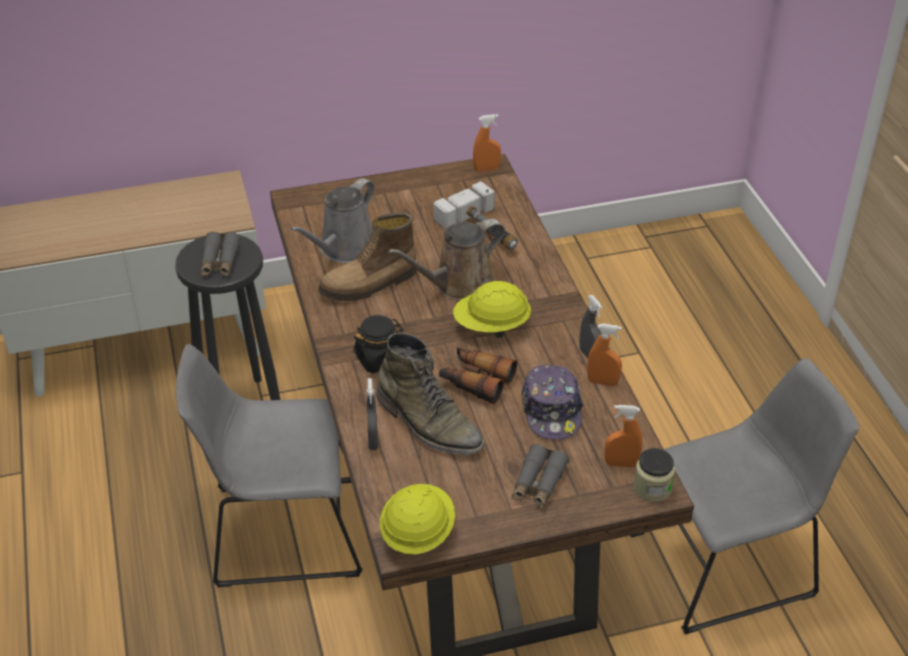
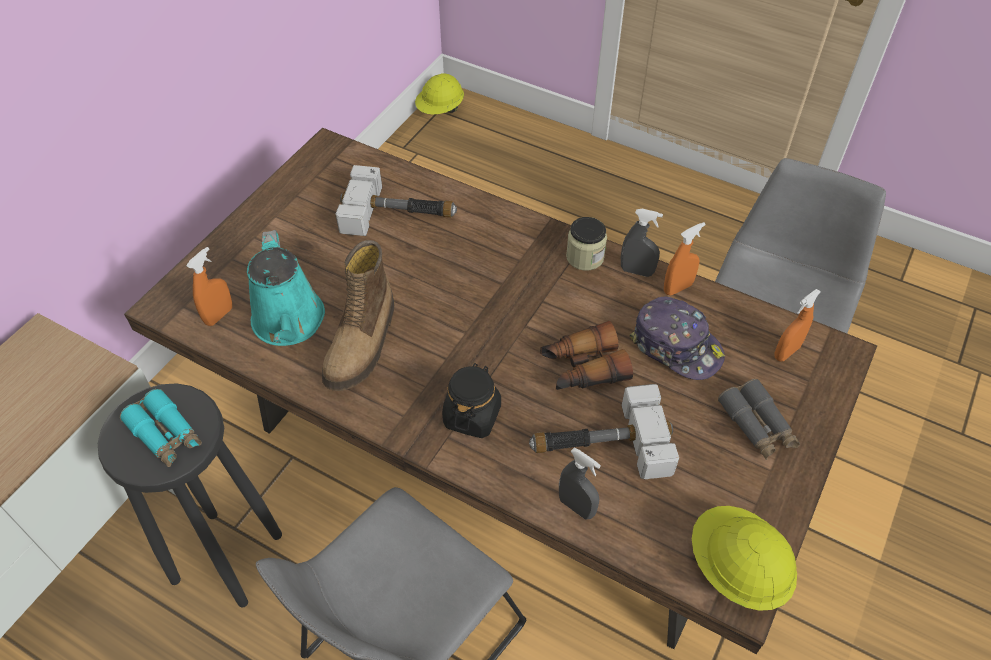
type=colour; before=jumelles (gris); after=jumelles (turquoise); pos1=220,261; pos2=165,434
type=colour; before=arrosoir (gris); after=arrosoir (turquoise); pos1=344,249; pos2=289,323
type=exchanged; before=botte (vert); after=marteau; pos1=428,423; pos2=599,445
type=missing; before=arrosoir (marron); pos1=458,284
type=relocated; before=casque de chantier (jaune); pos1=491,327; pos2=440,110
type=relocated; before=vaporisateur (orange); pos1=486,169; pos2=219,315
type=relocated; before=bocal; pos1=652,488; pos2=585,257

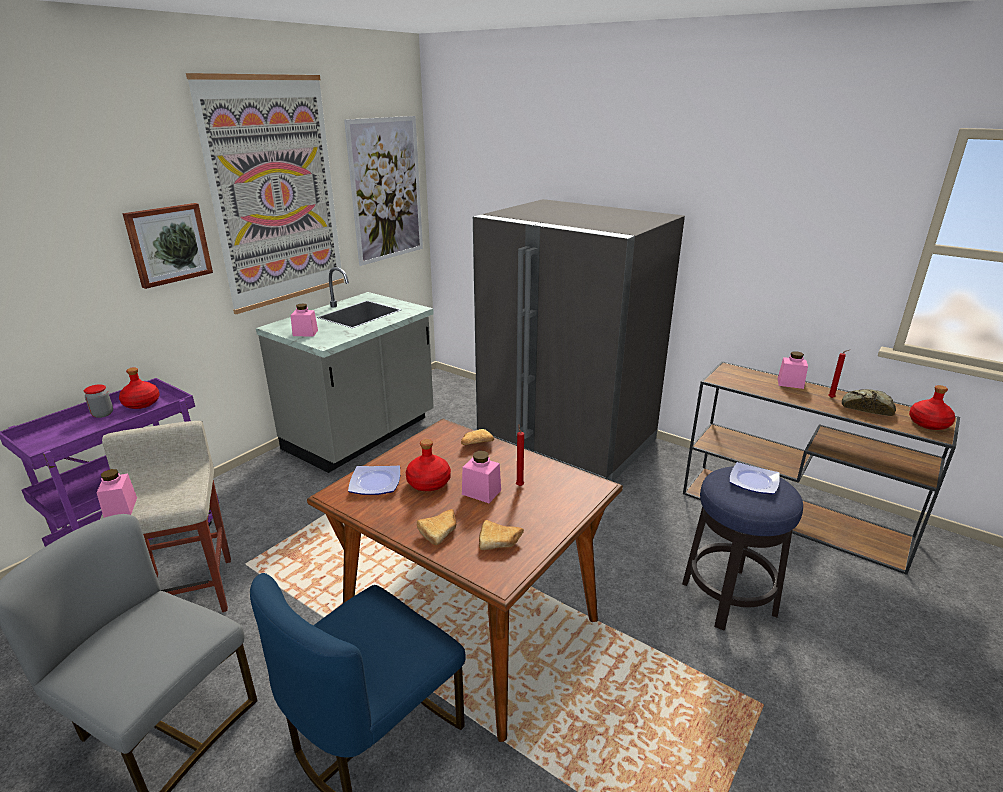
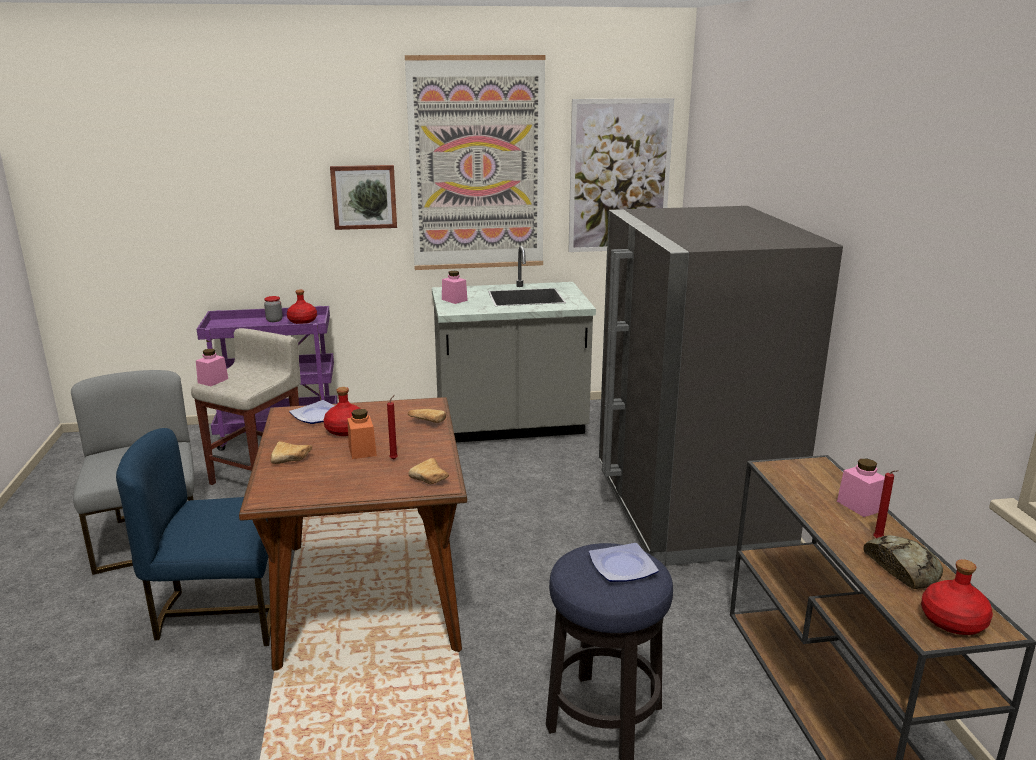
type=colour; before=bocal (rose); after=bocal (orange); pos1=481,492; pos2=362,451
type=relocated; before=pain; pos1=501,542; pos2=431,480

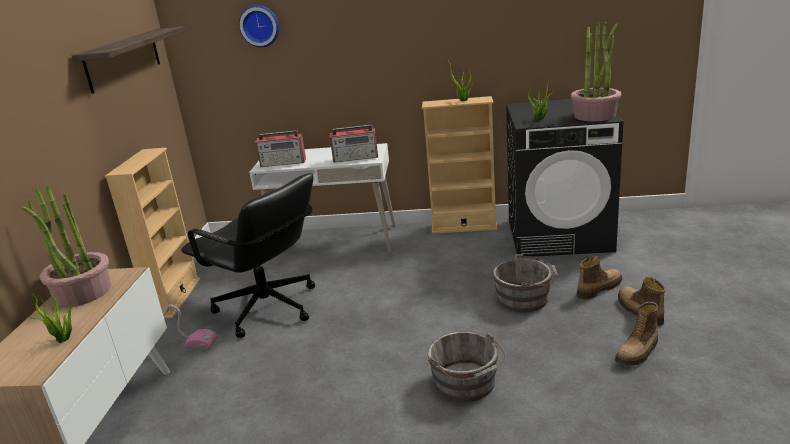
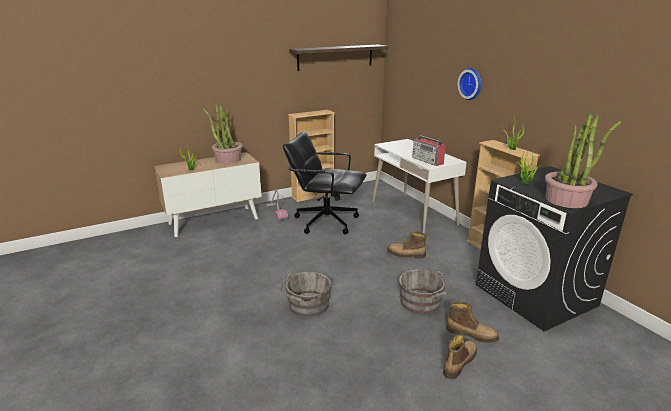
type=spun; before=chaise de bureau (noir); pos1=267,309; pos2=325,221; turn=105
type=relocated; before=horloge murale; pos1=260,25; pos2=471,83
type=missing; before=radio; pos1=284,163
type=relocated; before=botte; pos1=638,352; pos2=405,255

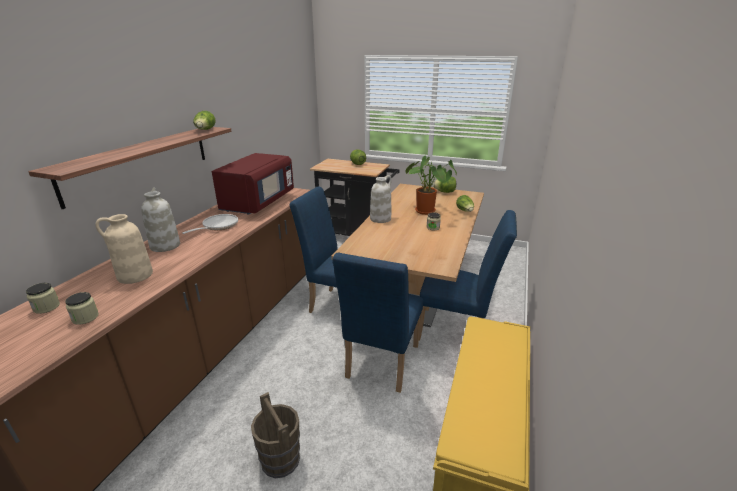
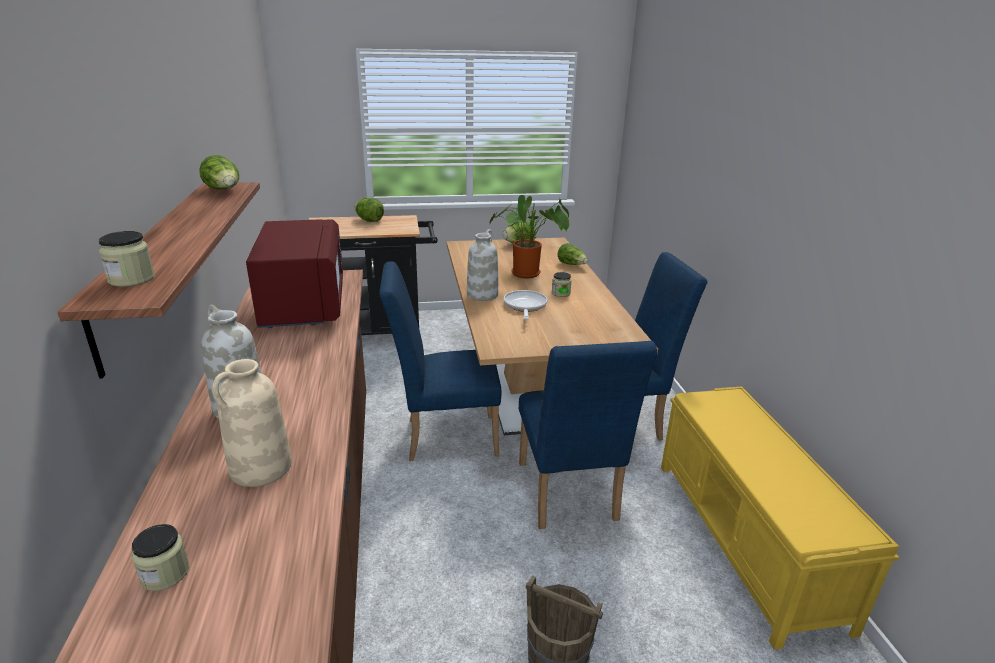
type=relocated; before=bocal; pos1=85,318; pos2=131,279
type=relocated; before=poêle; pos1=218,226; pos2=524,306

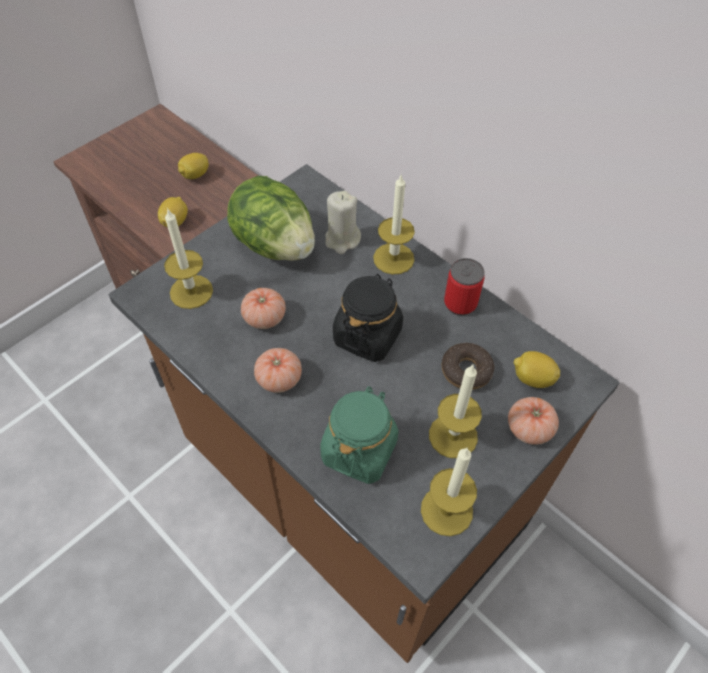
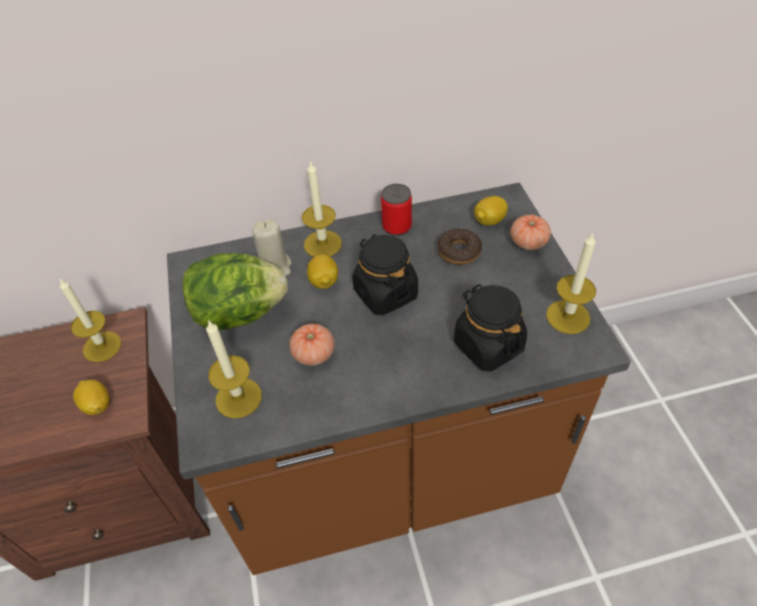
type=relocated; before=citron; pos1=195,175; pos2=324,281
type=missing; before=tomate; pos1=279,379
type=colour; before=bocal (vert); after=bocal (noir); pos1=359,450; pos2=488,345
type=relocated; before=bougie; pos1=453,436; pos2=102,346

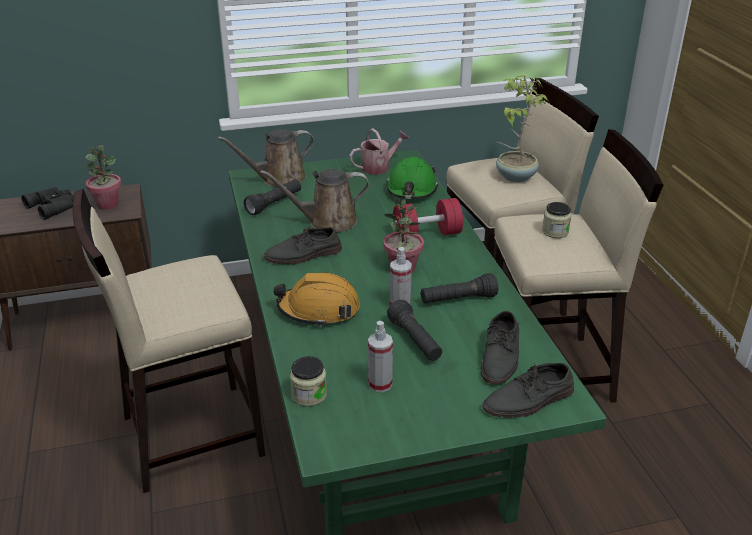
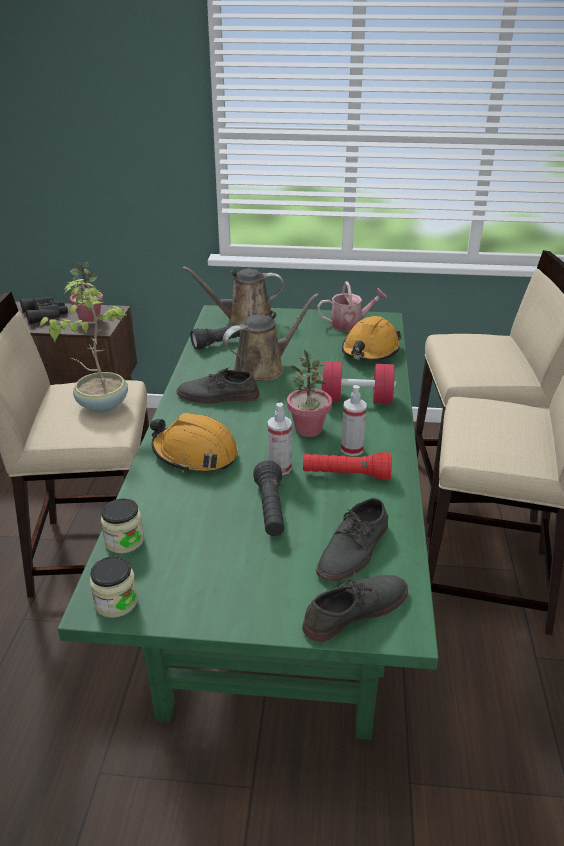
type=spun; before=arrosoir (marron); pos1=327,221; pos2=263,368; turn=135
type=relocated; before=vaporisateur; pos1=380,384; pos2=352,449
type=colour; before=casque de chantier (vert); after=casque de chantier (orange); pos1=411,190; pos2=370,351
type=colour; before=lampe de poche (noir); after=lampe de poche (rouge); pos1=458,300; pos2=346,475
type=spun; before=chaussure (gris); pos1=529,400; pos2=355,610; turn=150
type=relocated; before=plante en pot; pos1=514,176; pos2=102,404
type=relocated; before=bocal; pos1=555,232; pos2=116,602

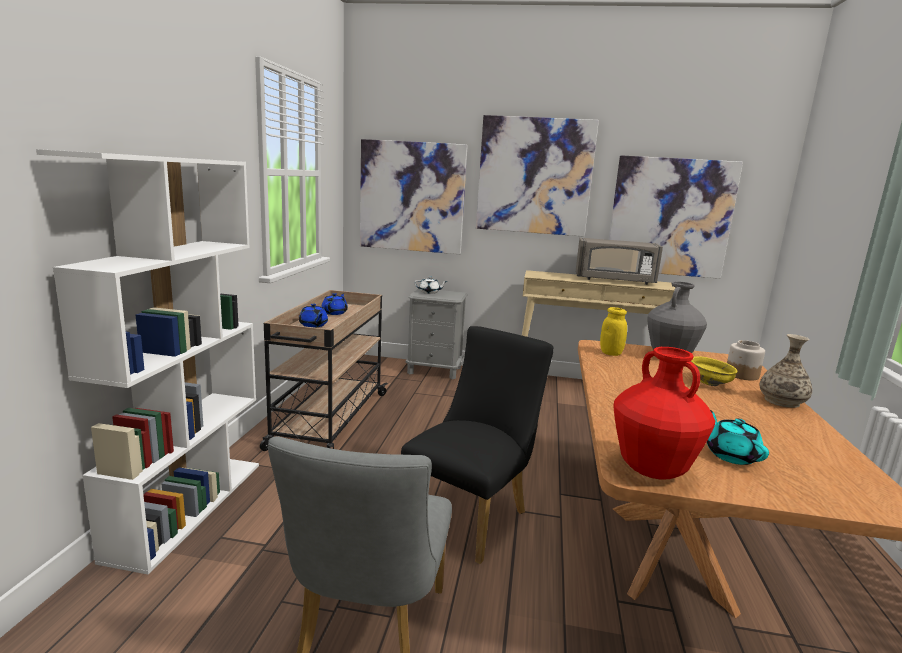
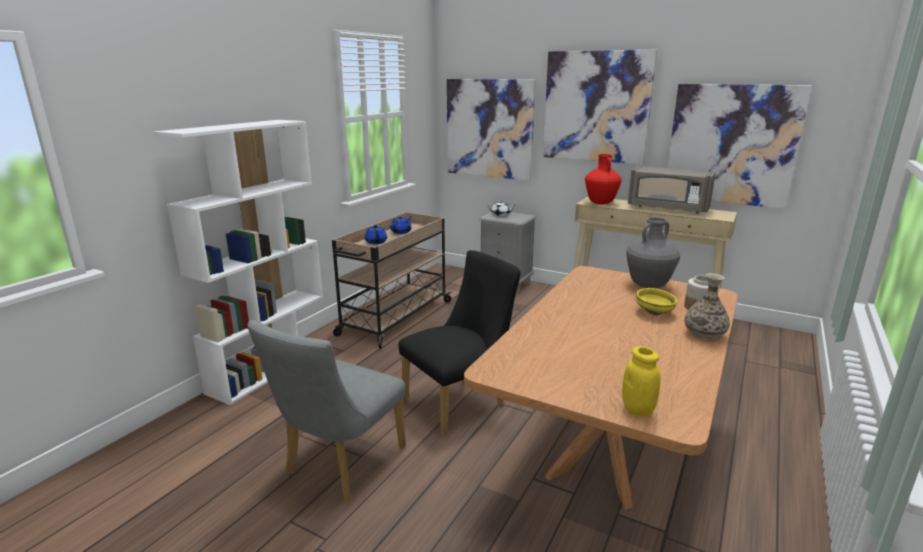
type=relocated; before=bocal (jaune); pos1=611,353; pos2=637,410
type=relocated; before=vase (rouge); pos1=653,471; pos2=601,203
type=missing; before=théière (turquoise); pos1=731,455

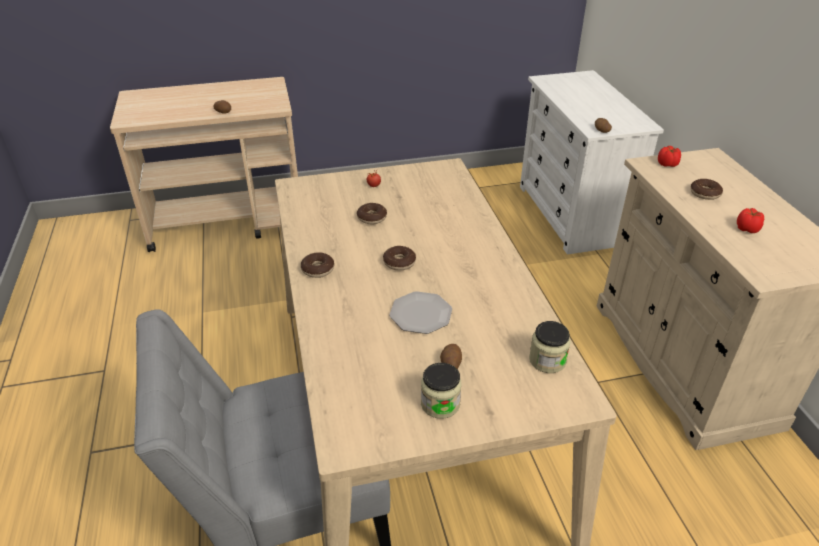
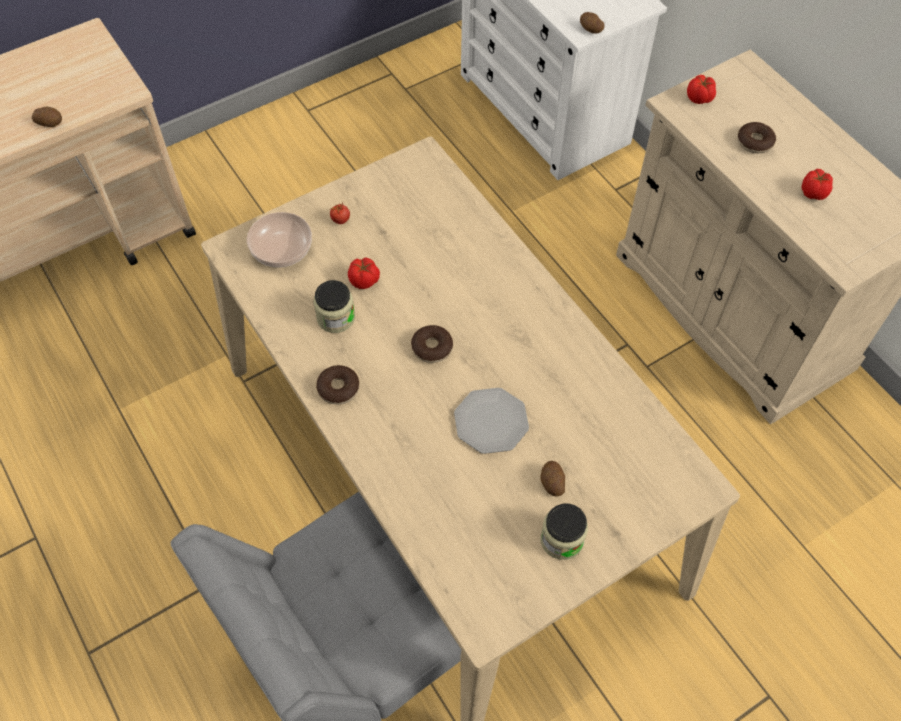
type=exchanged; before=beignet; after=tomate; pos1=372,218; pos2=364,280
type=relocated; before=bocal; pos1=547,360; pos2=336,318
type=appeared; after=bol; pos2=281,248

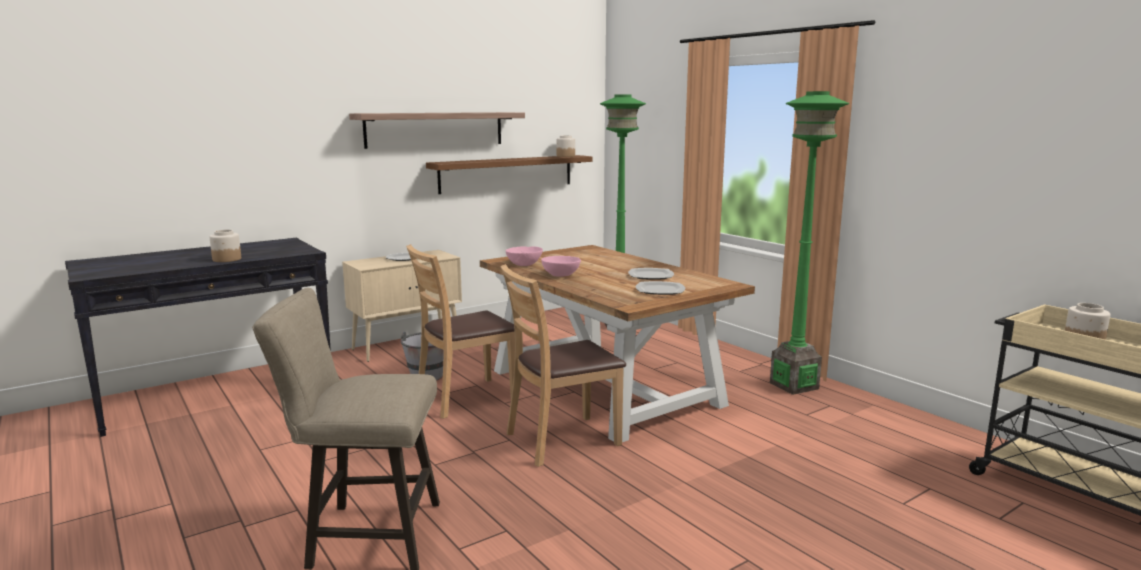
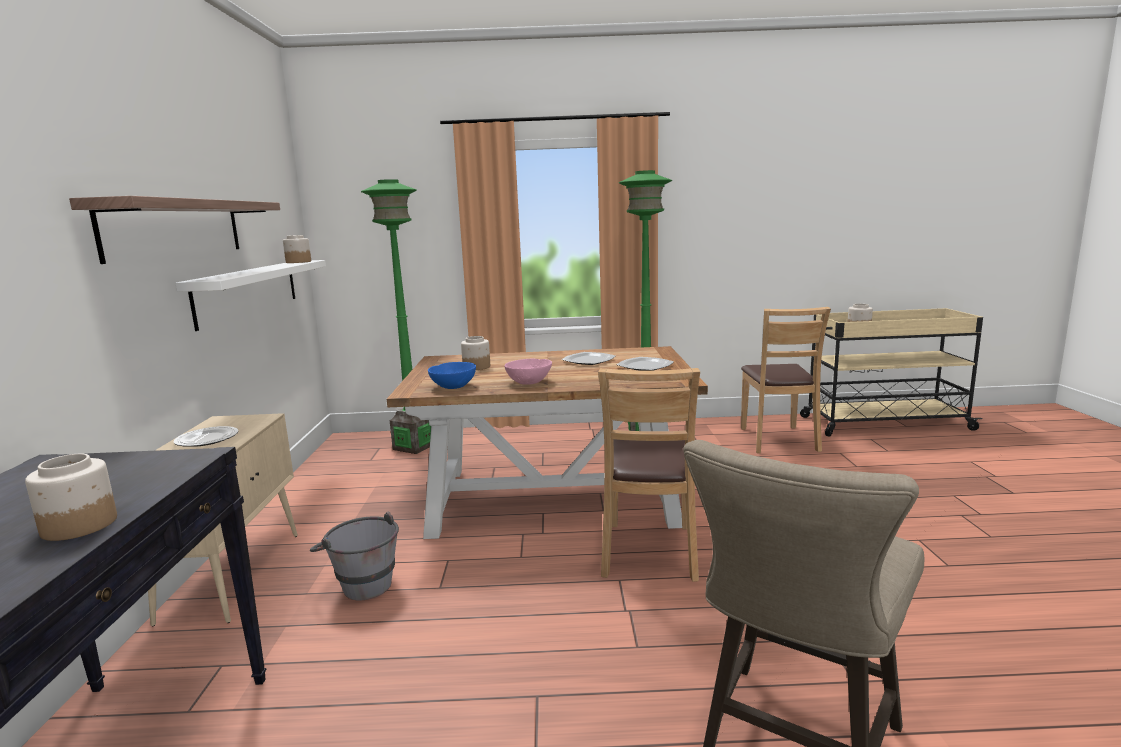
type=relocated; before=chaise (marron); pos1=465,397; pos2=778,440
type=colour; before=étagère (marron); after=étagère (blanc); pos1=507,173; pos2=249,291
type=colour; before=bol (rose); after=bol (bleu); pos1=524,264; pos2=453,386
type=appeared; after=bocal; pos2=476,367

